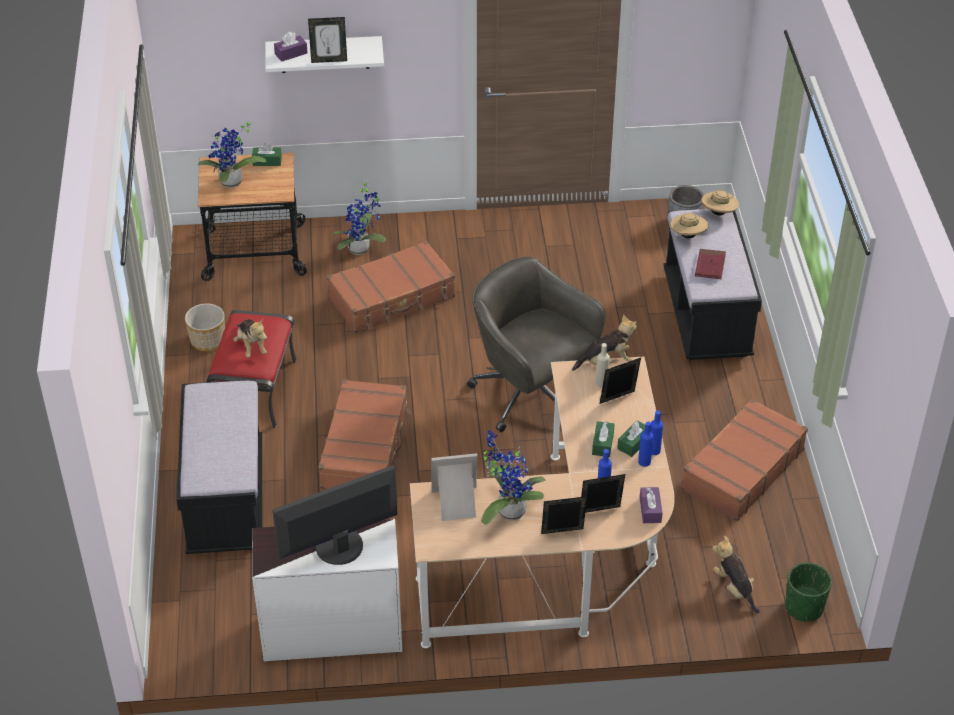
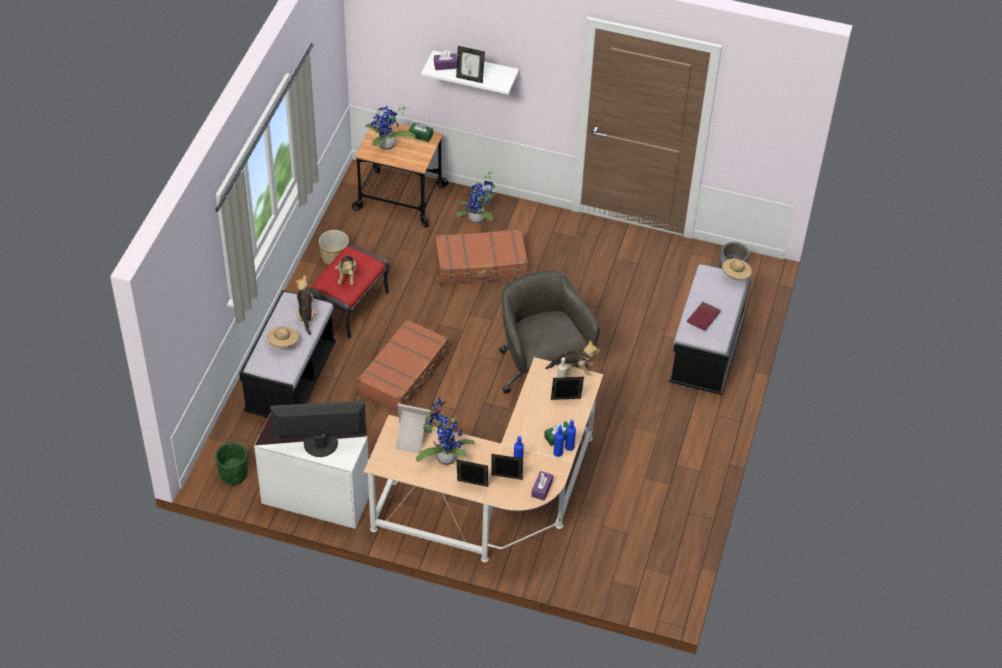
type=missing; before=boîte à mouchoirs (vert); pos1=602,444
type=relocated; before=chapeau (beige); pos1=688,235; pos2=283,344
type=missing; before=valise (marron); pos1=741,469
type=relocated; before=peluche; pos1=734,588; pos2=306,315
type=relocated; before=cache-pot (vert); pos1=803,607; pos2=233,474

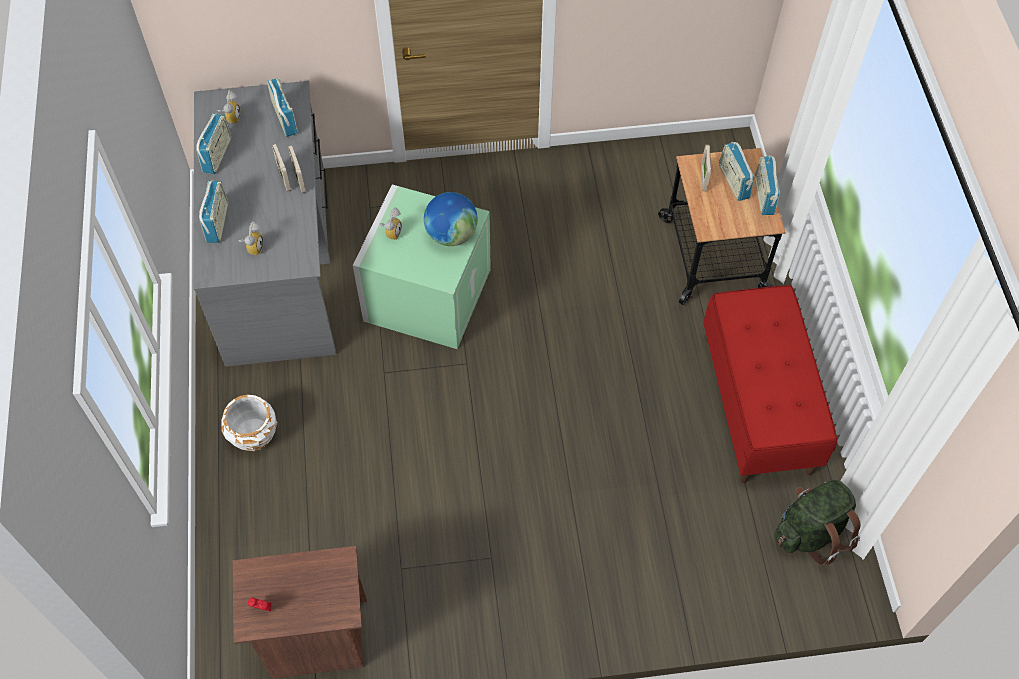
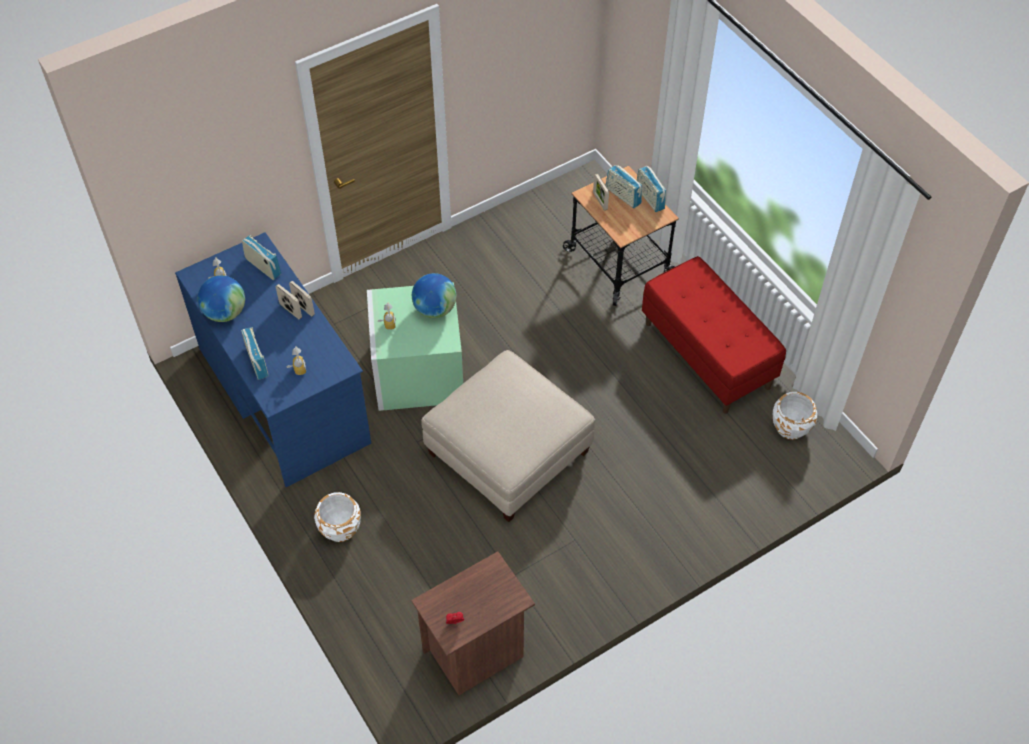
type=colour; before=bureau (gris); after=bureau (bleu); pos1=278,264; pos2=284,394
type=exchanged; before=radio; after=globe; pos1=217,154; pos2=225,312
type=exchanged; before=sac à dos (vert); after=cache-pot (blanc); pos1=811,532; pos2=790,427
type=appeared; after=pouf (beige); pos2=507,453

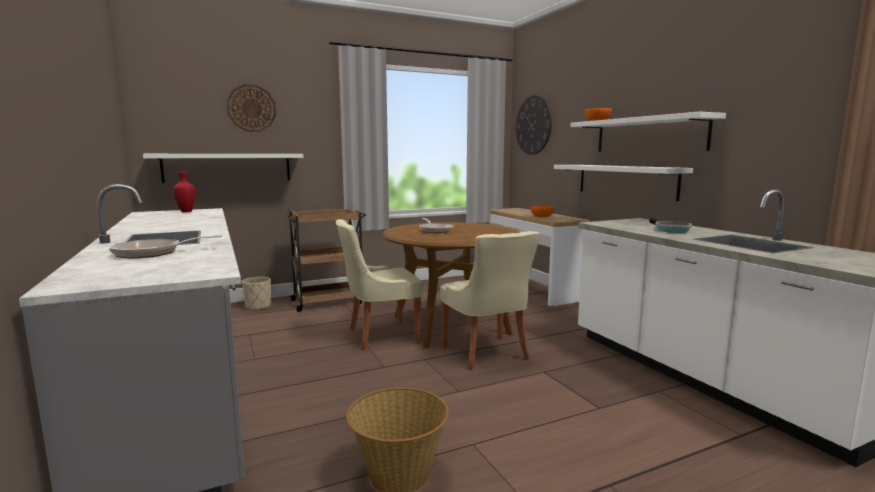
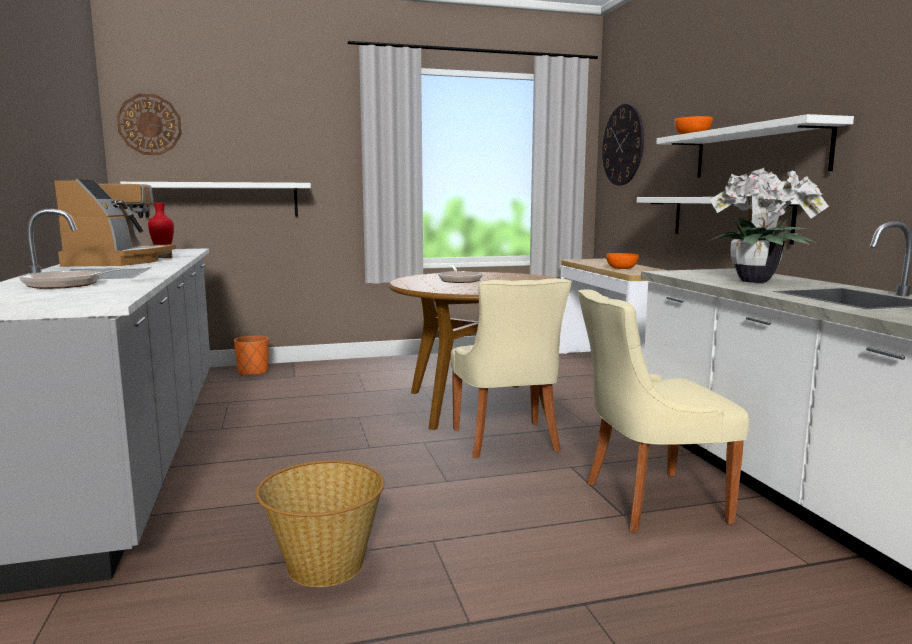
type=relocated; before=horloge murale; pos1=251,108; pos2=149,124
type=colour; before=cache-pot (beige); after=cache-pot (orange); pos1=258,307; pos2=253,372
type=missing; before=chariot (marron); pos1=328,302
type=relocated; before=chaise (beige); pos1=380,335; pos2=649,501
type=exchanged; before=poêle; after=plante en pot; pos1=670,230; pos2=758,281
type=appeared; after=machine à café; pos2=119,261

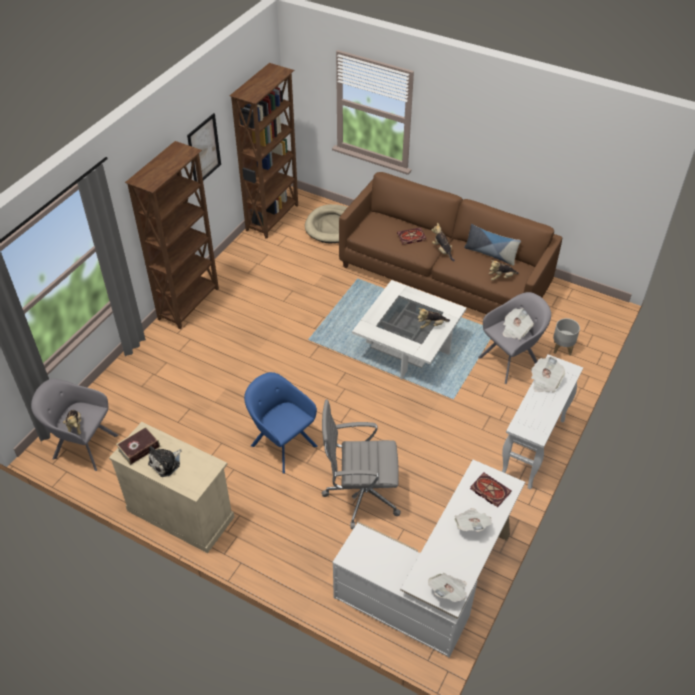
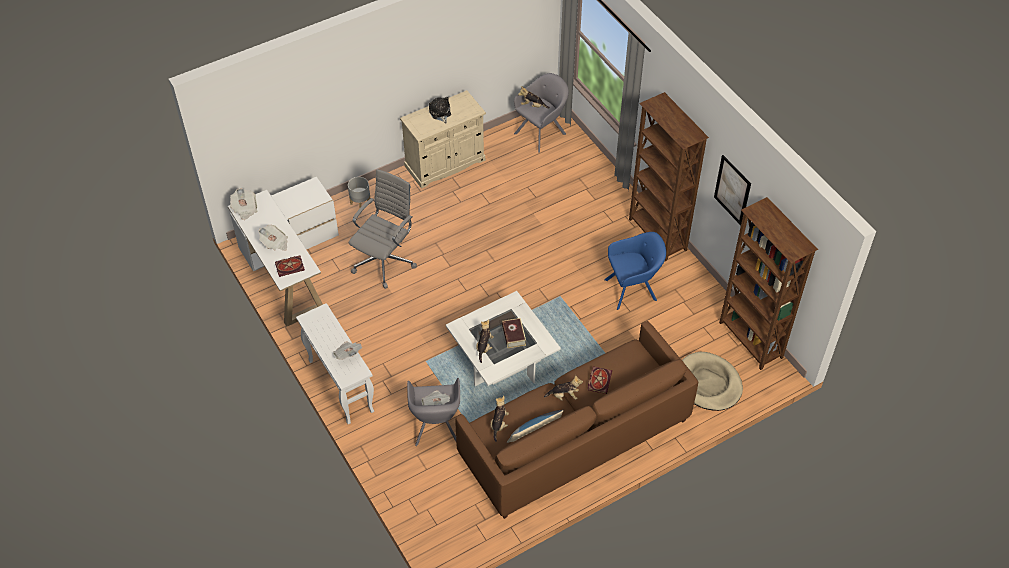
type=relocated; before=livre; pos1=139,448; pos2=513,335
type=relocated; before=fauteuil (bleu); pos1=281,444; pos2=633,289
type=relocated; before=cache-pot (gris); pos1=562,348; pos2=360,203

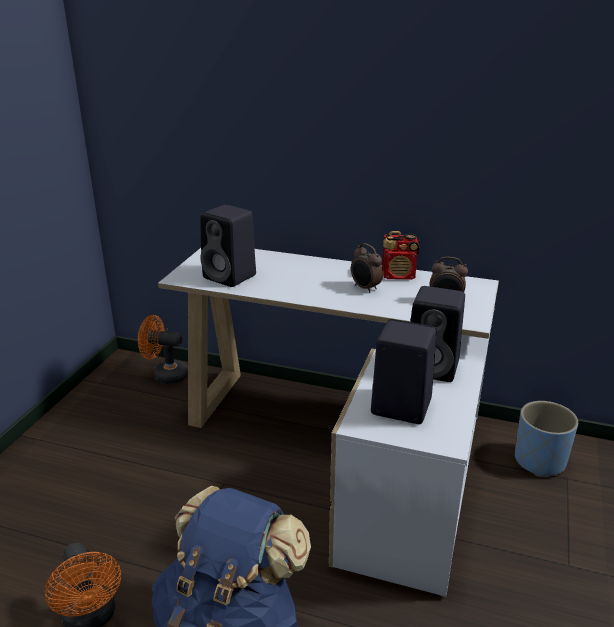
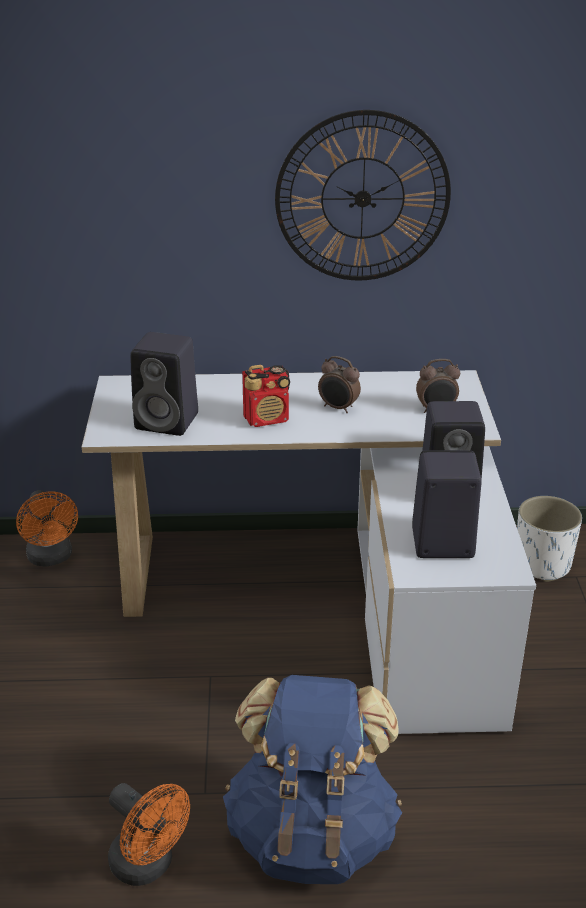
type=spun; before=ventilateur (orange); pos1=165,375; pos2=52,558; turn=-105
type=relocated; before=radio; pos1=399,276; pos2=267,419
type=colour; before=cache-pot (bleu); after=cache-pot (blanc); pos1=540,461; pos2=542,564
type=appeared; after=horloge murale; pos2=362,198

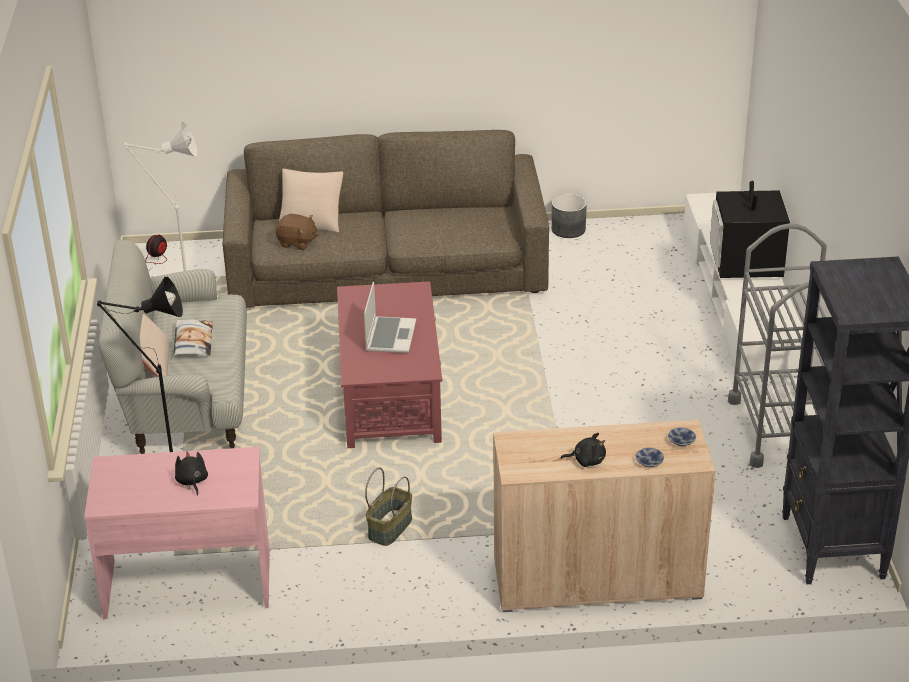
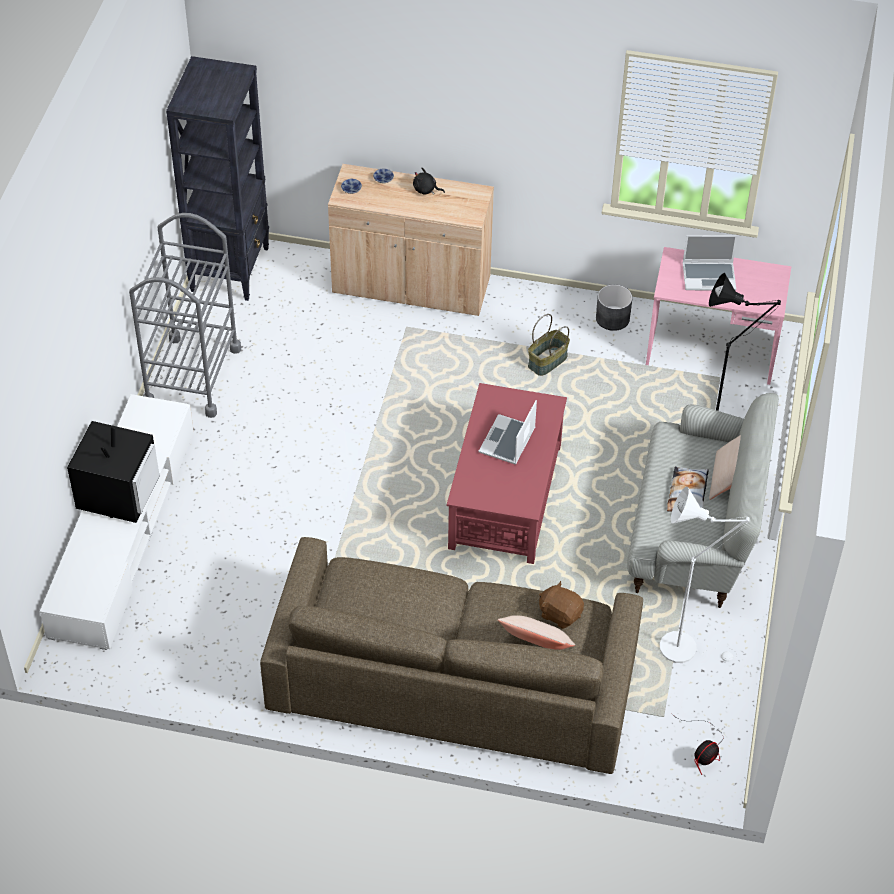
type=exchanged; before=peluche (noir); after=ordinateur portable; pos1=192,482; pos2=709,276
type=relocated; before=cache-pot (gris); pos1=568,229; pos2=612,318

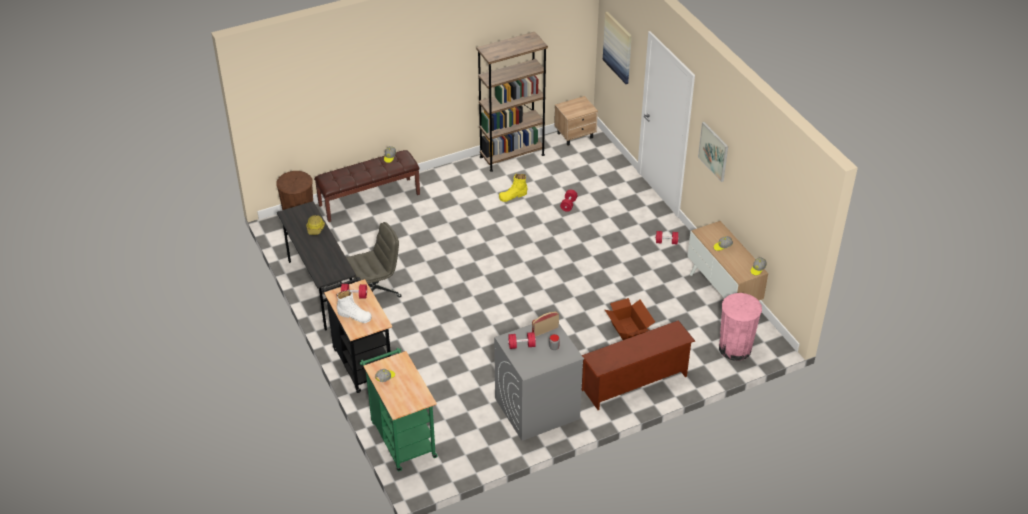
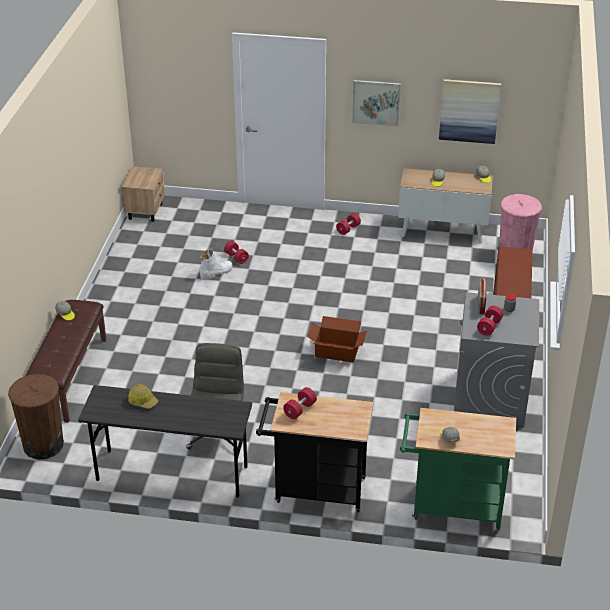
type=relocated; before=botte (blanc); pos1=354,315; pos2=216,273
type=missing; before=bibliothèque (marron); pos1=512,156
type=missing; before=botte (jaune); pos1=513,196
type=relocated; before=tableau; pos1=618,47; pos2=469,111
type=relocated; before=carton; pos1=628,331; pos2=337,352

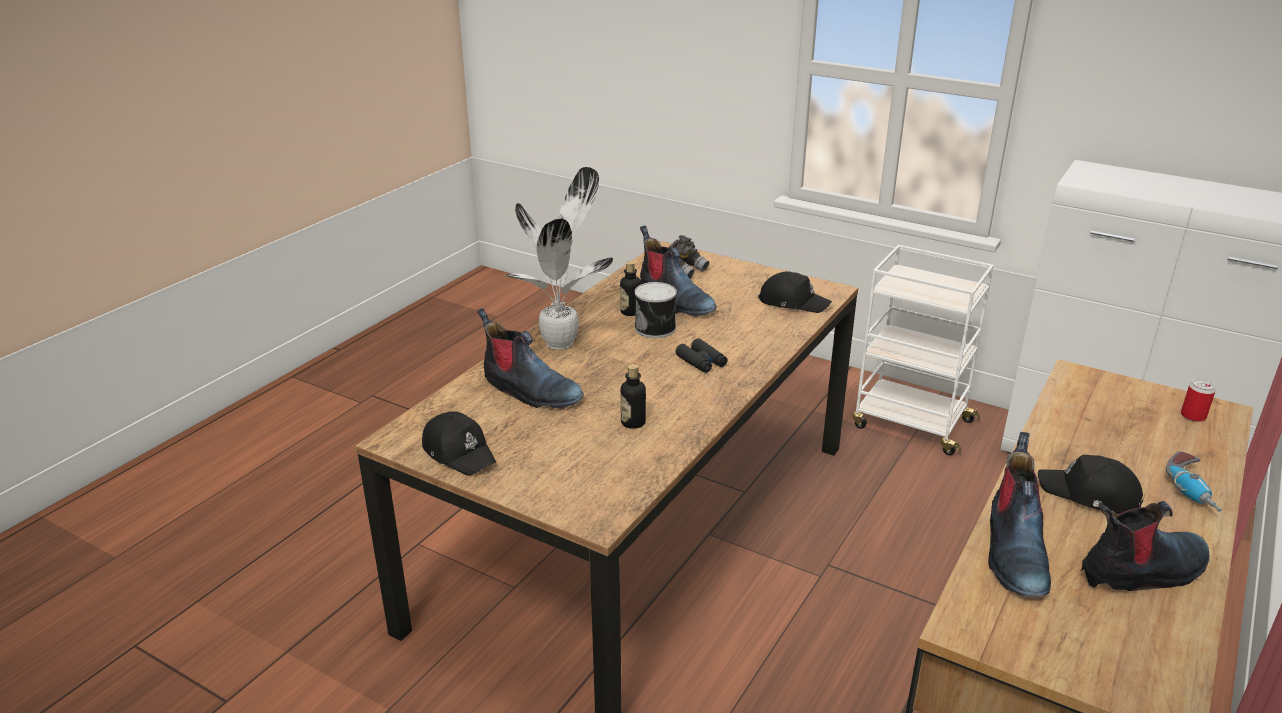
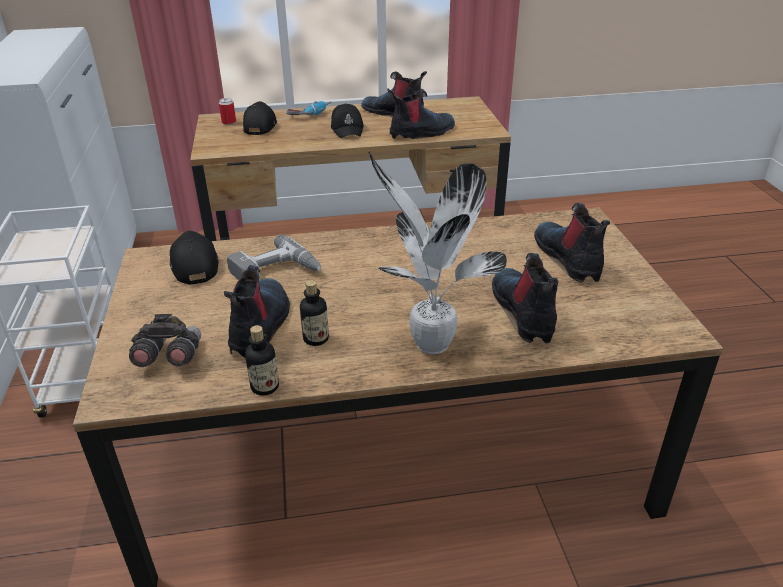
type=relocated; before=casquette (noir); pos1=459,452; pos2=260,126
type=relocated; before=bouteille; pos1=633,422; pos2=265,387
type=missing; before=boîte métallique; pos1=656,328
type=missing; before=jumelles (noir); pos1=701,362
type=appeared; after=perceuse; pos2=276,272
type=appeared; after=botte; pos2=569,259

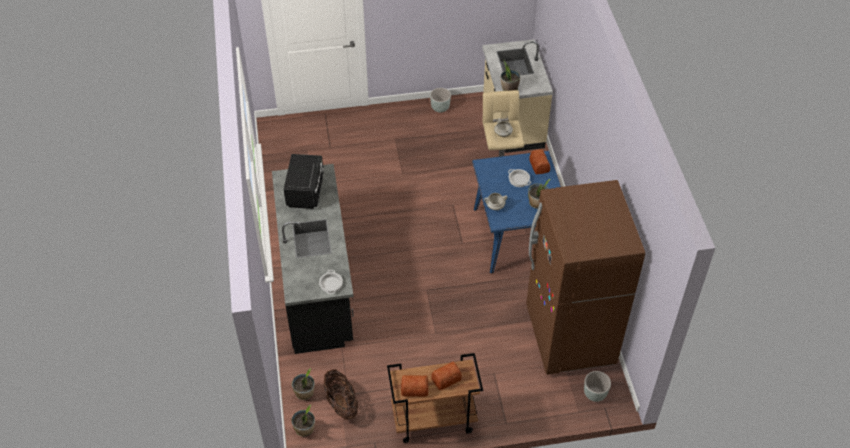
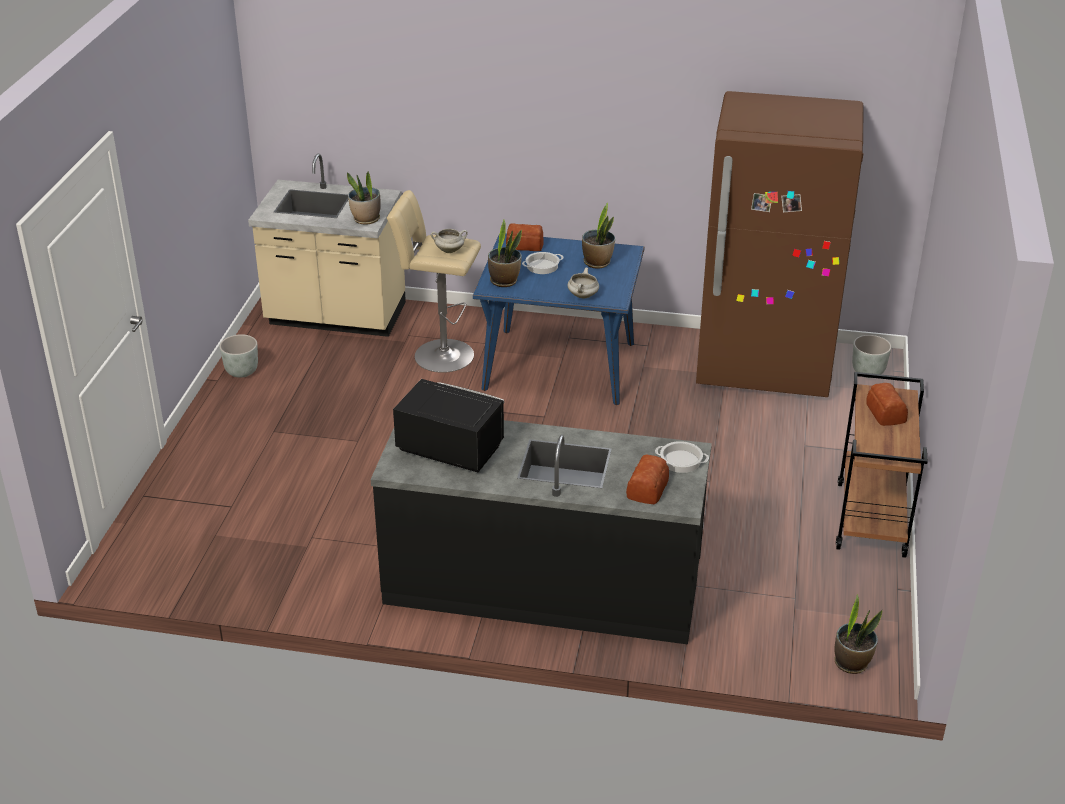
type=relocated; before=plante en pot; pos1=304,393; pos2=504,281
type=missing; before=panier; pos1=341,403
type=relocated; before=pain; pos1=414,388; pos2=646,489

